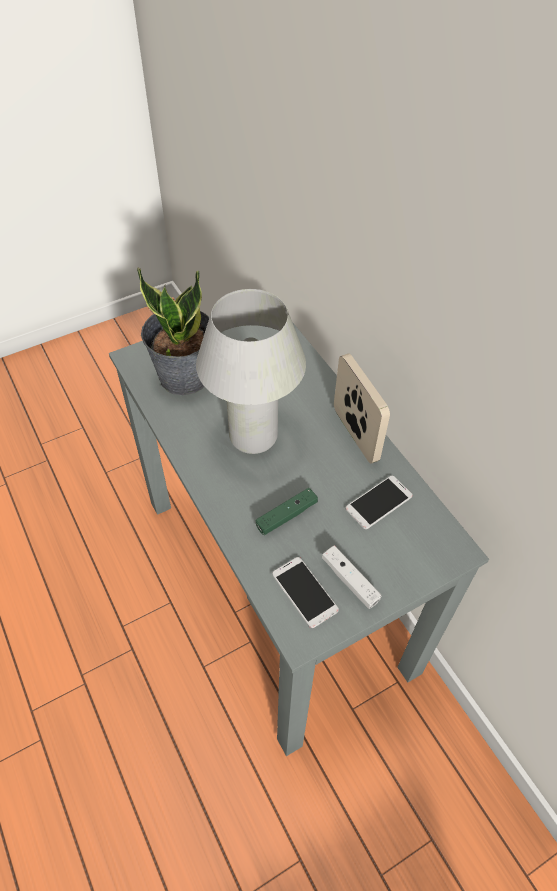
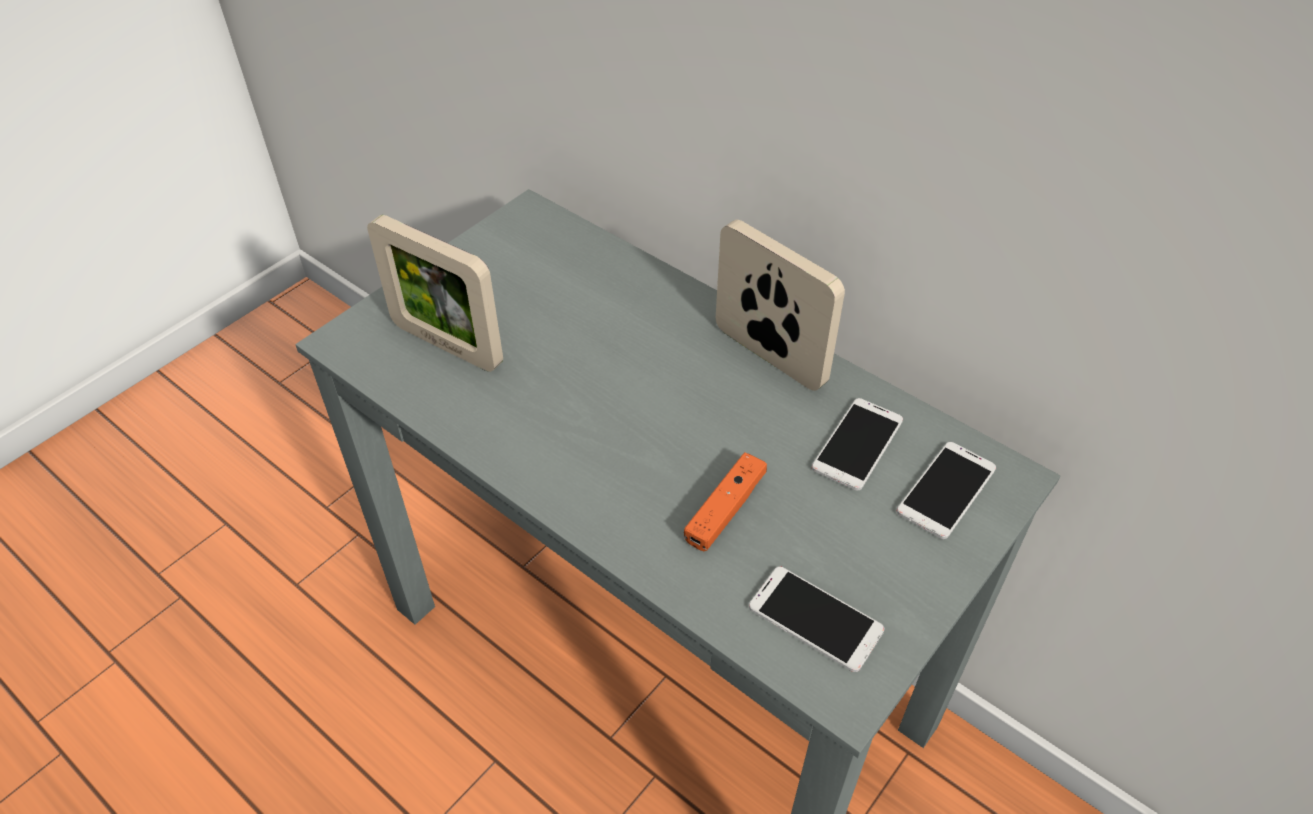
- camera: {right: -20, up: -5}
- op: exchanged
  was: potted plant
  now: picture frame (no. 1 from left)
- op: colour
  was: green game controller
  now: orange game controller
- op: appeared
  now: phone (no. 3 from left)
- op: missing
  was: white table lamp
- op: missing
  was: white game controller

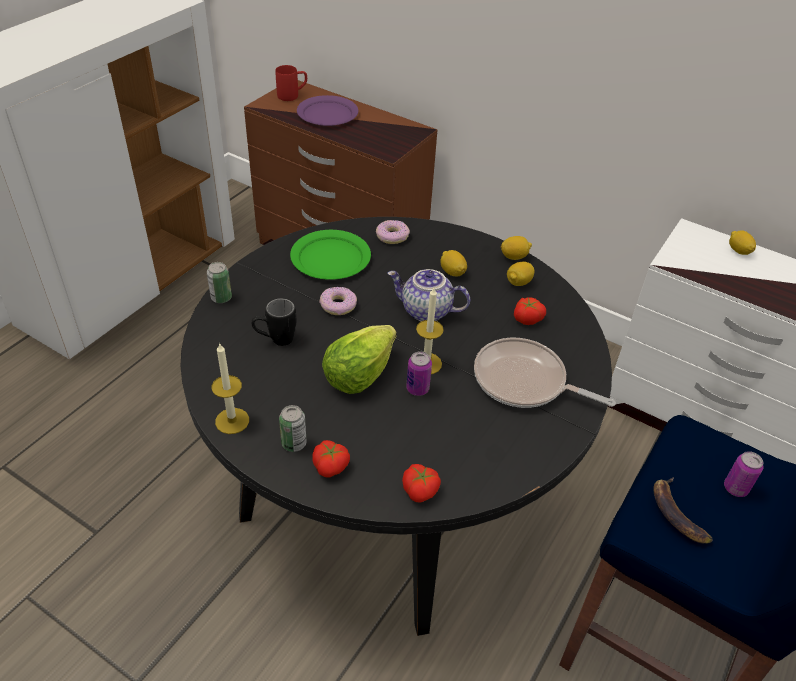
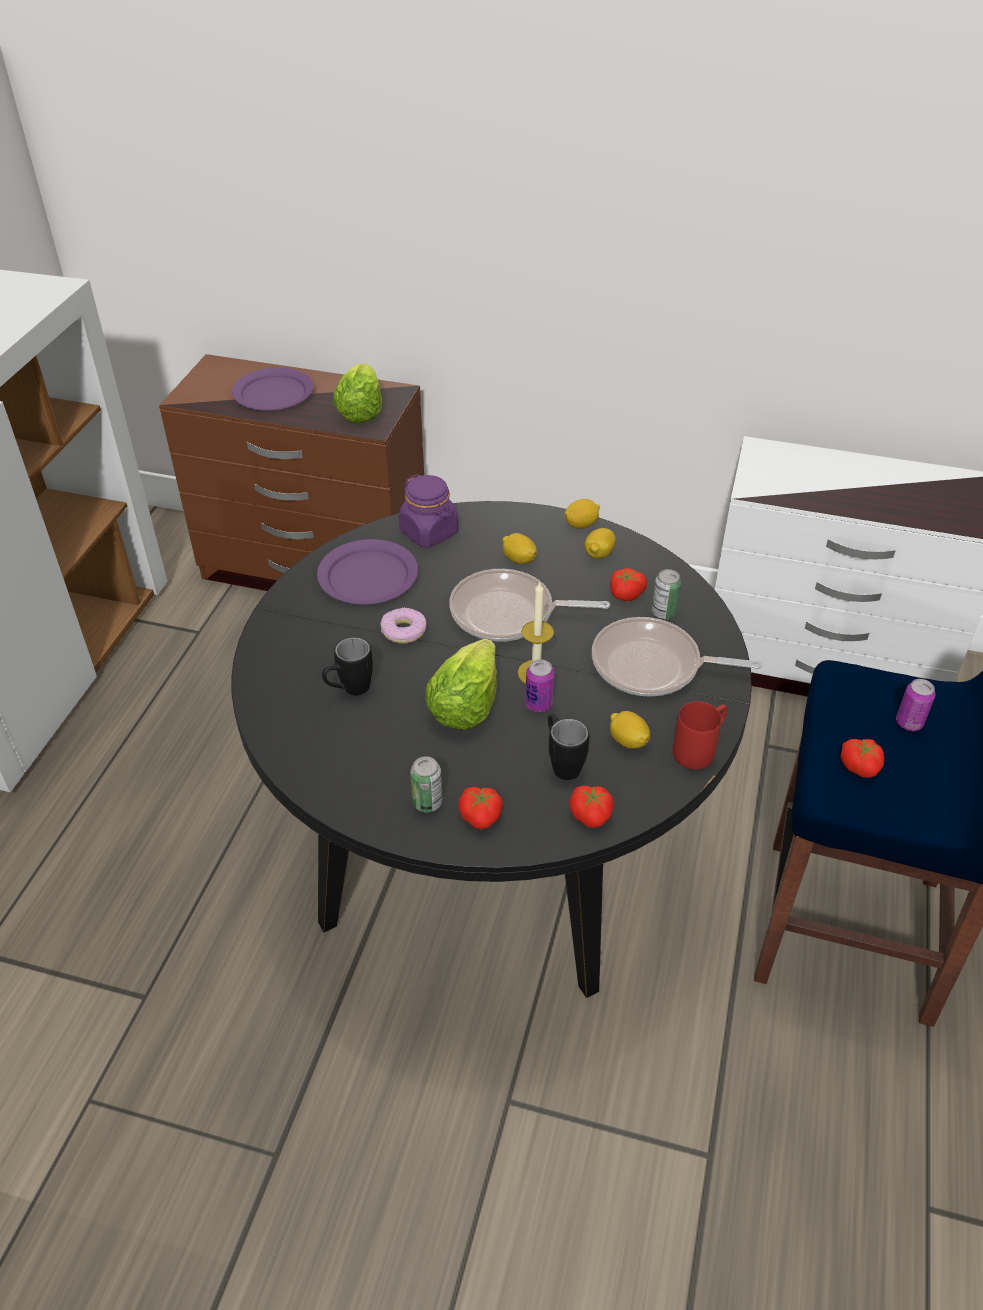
- camera: {right: -15, up: 0}
- op: colour
  was: green plate
  now: purple plate (no. 2 from left)
- op: appeared
  now: lettuce (no. 1 from left)
- op: exchanged
  was: donut (no. 2 from left)
  now: purple jar
- op: exchanged
  was: teapot
  now: frying pan (no. 1 from left)
- op: appeared
  now: black mug (no. 2 from left)
- op: relocated
  was: lemon (no. 4 from left)
- op: relocated
  was: can (no. 1 from left in the first image)
  now: can (no. 3 from left)
- op: relocated
  was: red mug
- op: exchanged
  was: banana
  now: tomato (no. 4 from left)
- op: missing
  was: candle (no. 1 from left)

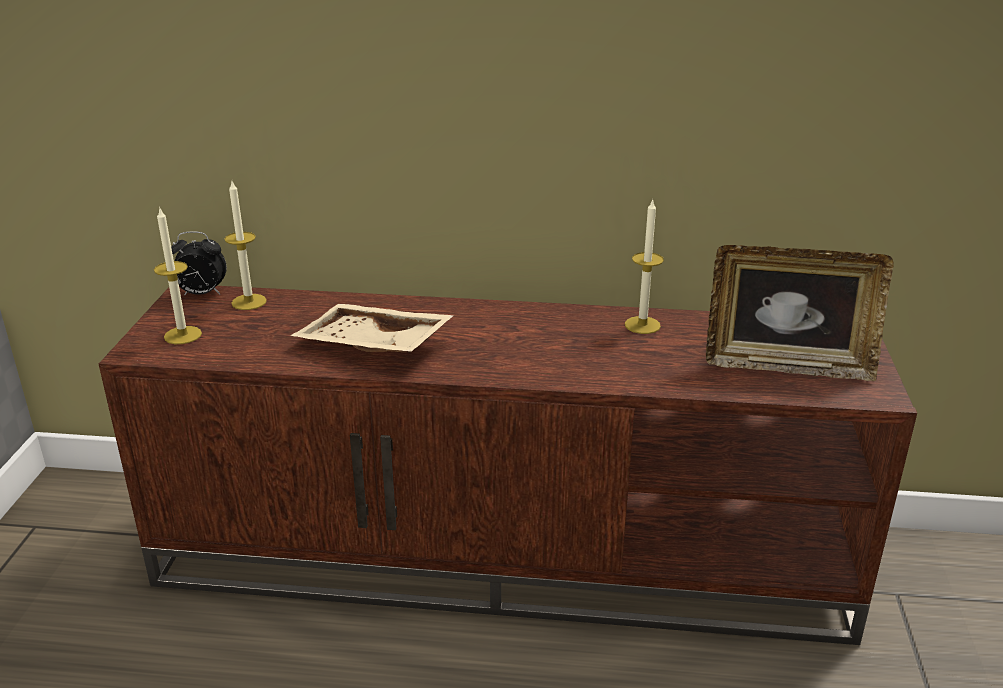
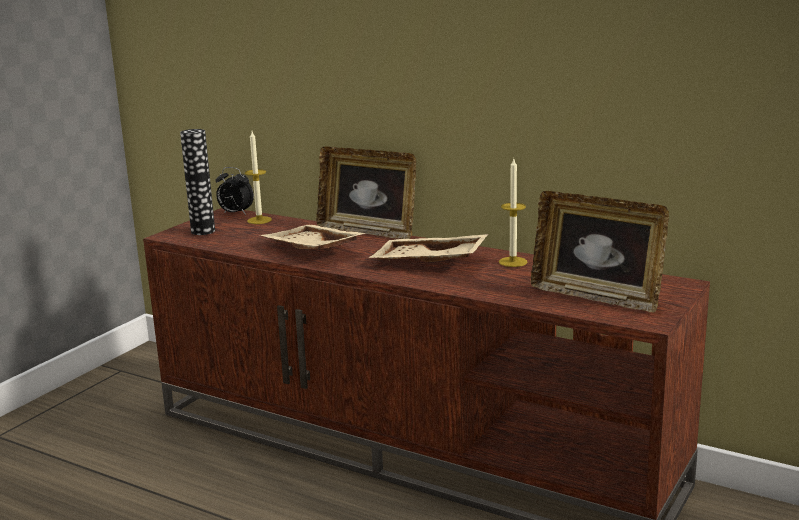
- camera: {right: 25, up: -10}
- op: exchanged
  was: candle (no. 1 from left)
  now: vase
- op: appeared
  now: picture frame (no. 1 from left)
- op: appeared
  now: beige tray (no. 2 from left)

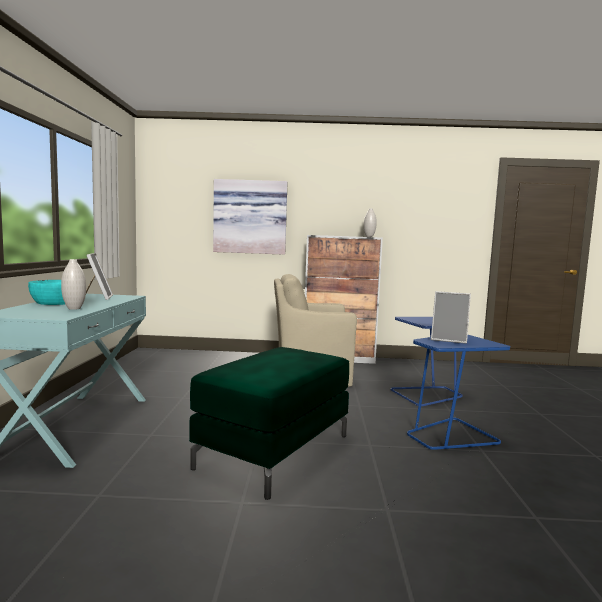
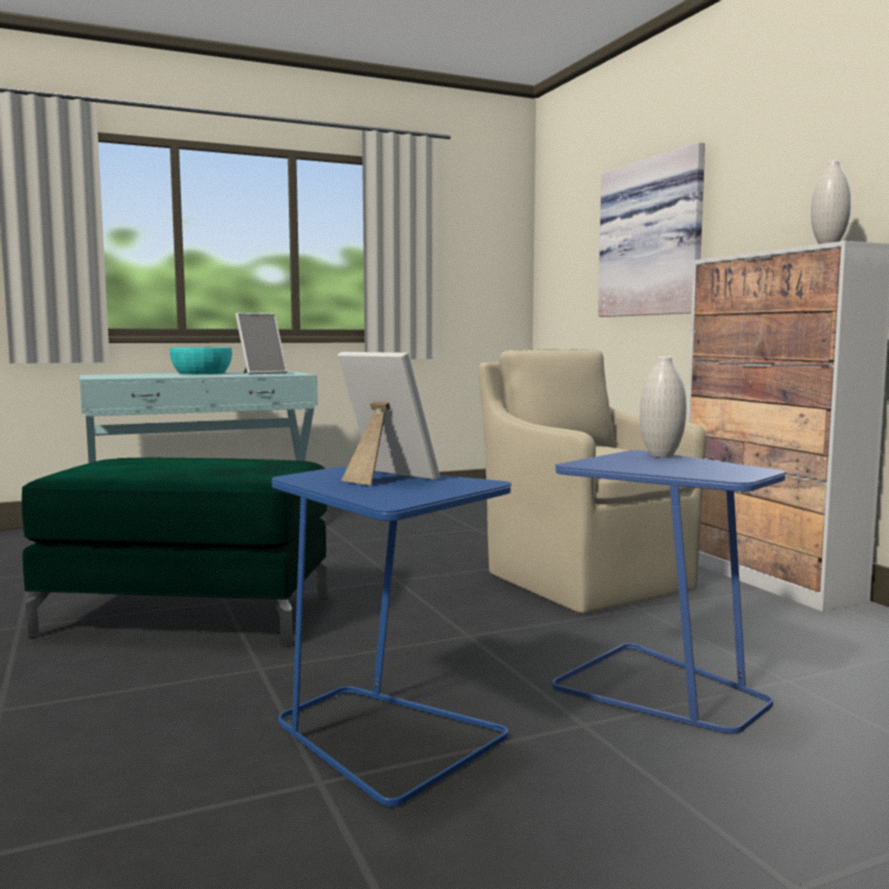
- camera: {right: 65, up: 0}
- op: spun
  was: picture frame (no. 2 from left)
  clockwise: 135
- op: relocated
  was: white vase (no. 1 from left)

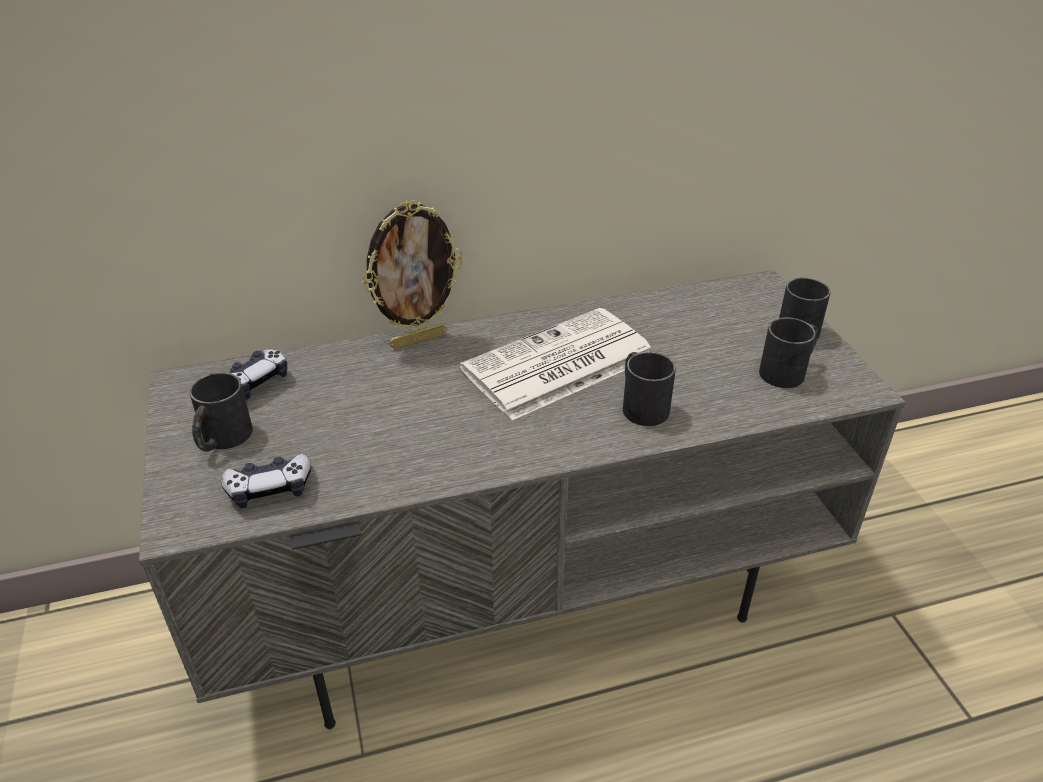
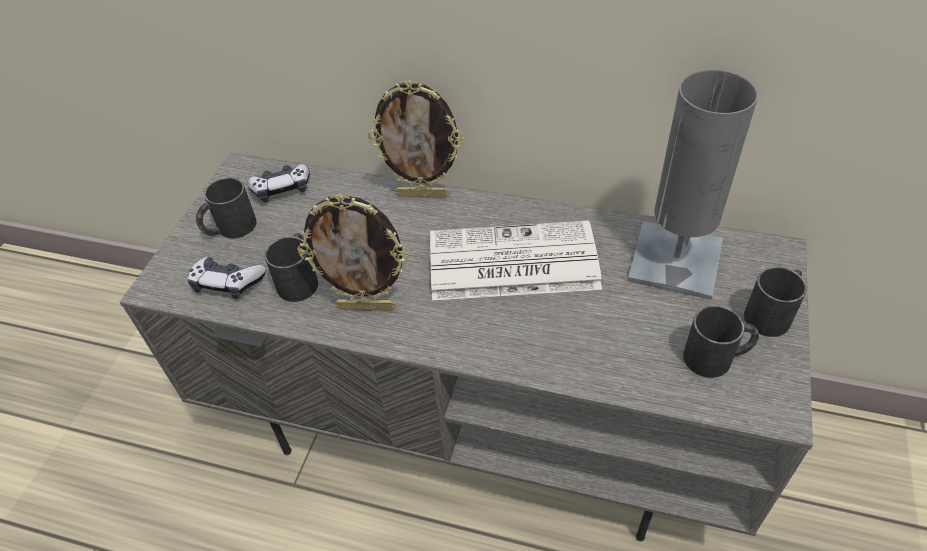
- camera: {right: 35, up: 10}
- op: relocated
  was: black mug (no. 2 from left)
- op: appeared
  now: picture frame (no. 1 from left)
- op: appeared
  now: grey table lamp

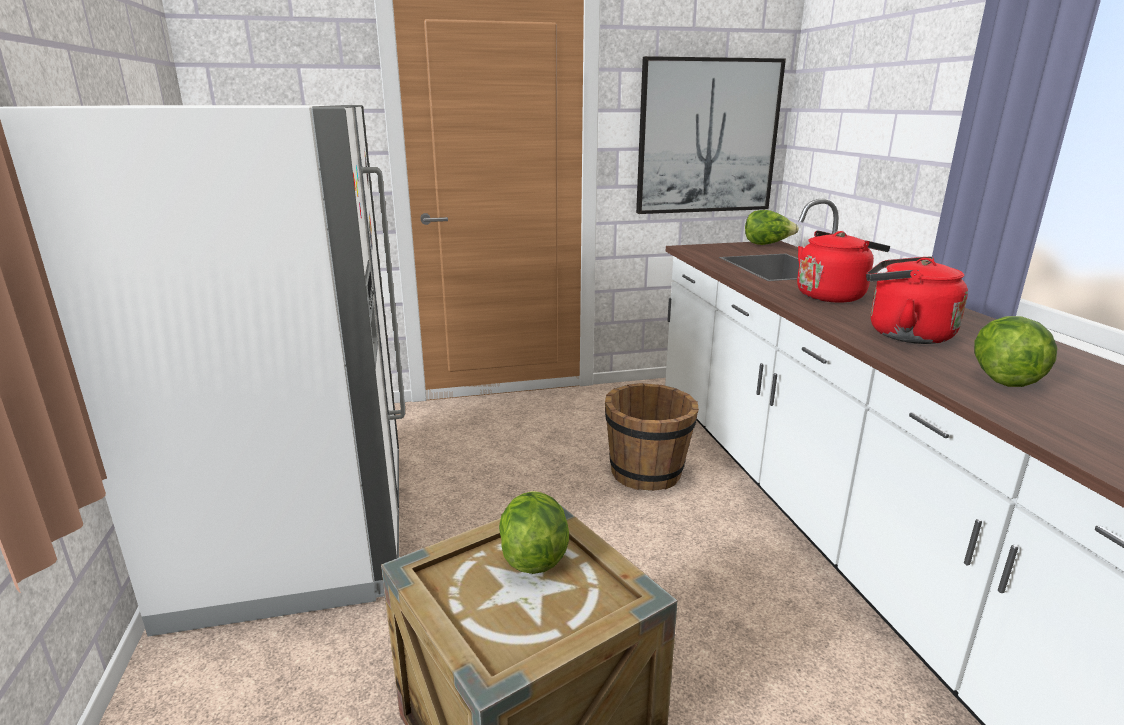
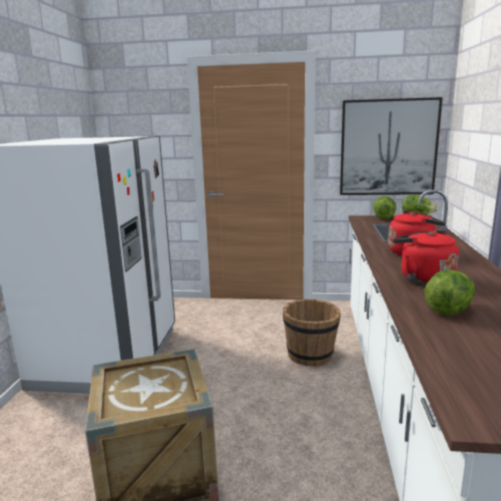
- camera: {right: 20, up: -5}
- op: relocated
  was: lettuce (no. 1 from left)

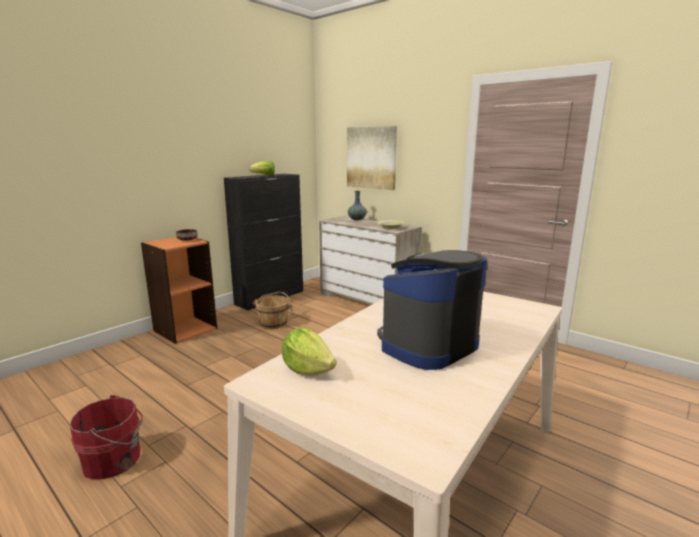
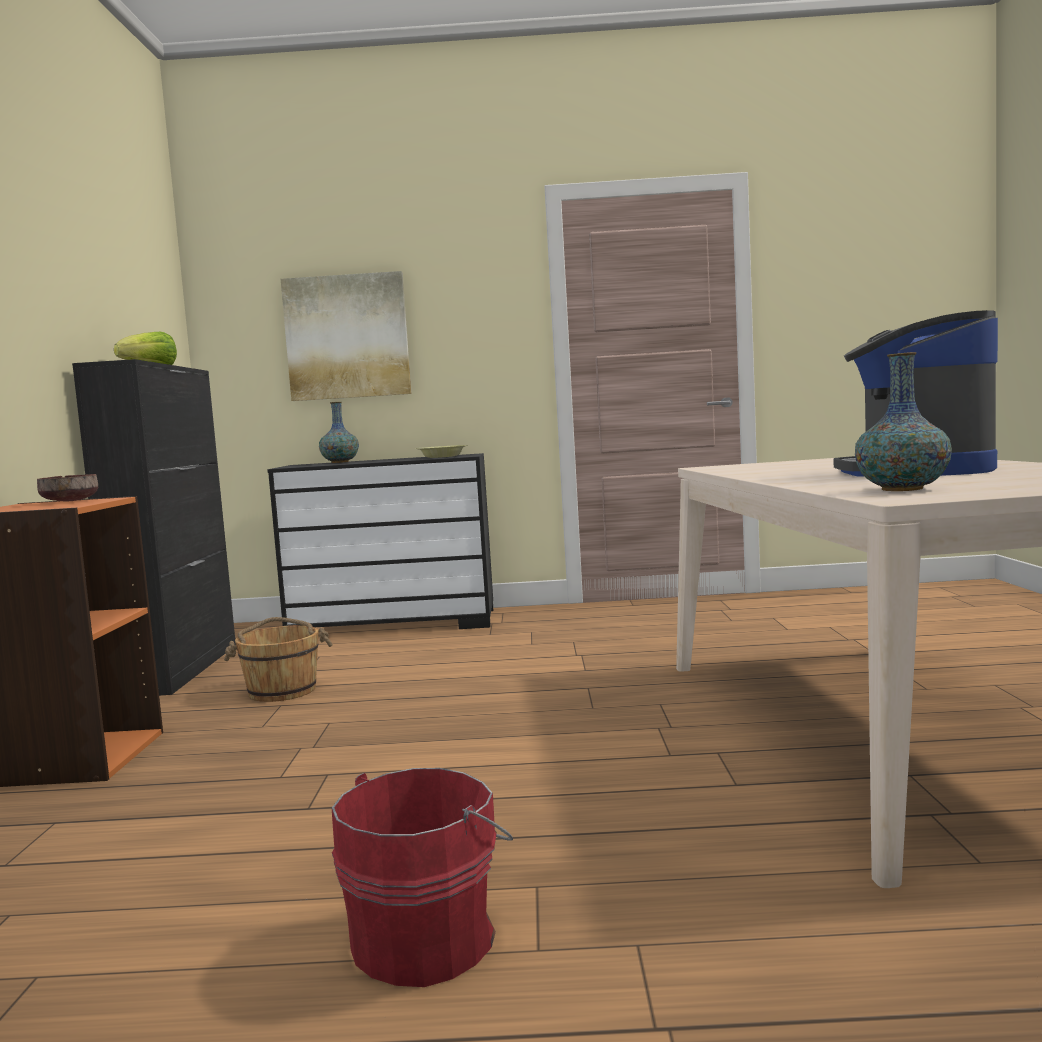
- camera: {right: -40, up: -10}
- op: colour
  was: beige dresser
  now: black dresser
- op: exchanged
  was: lettuce (no. 2 from left)
  now: vase (no. 2 from left)

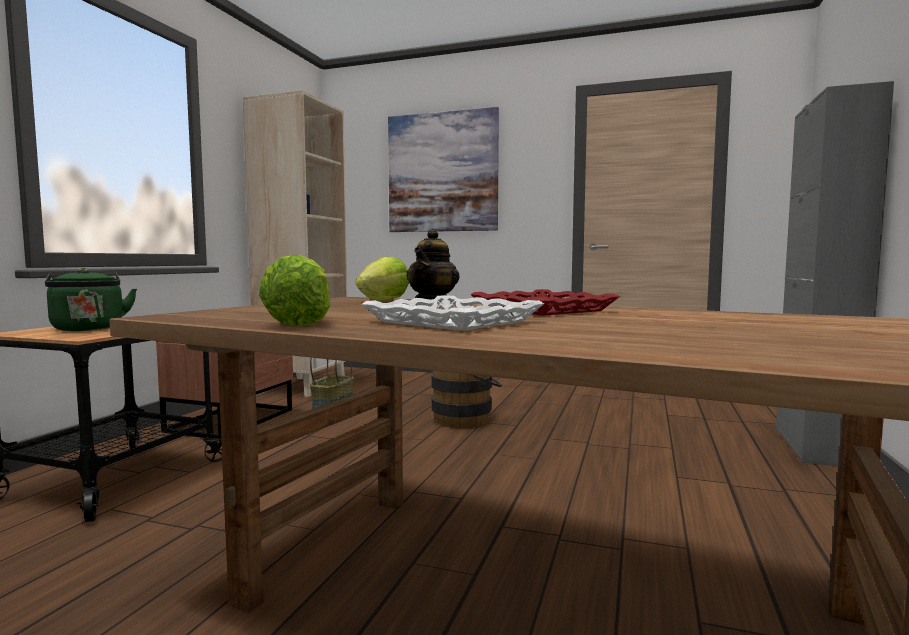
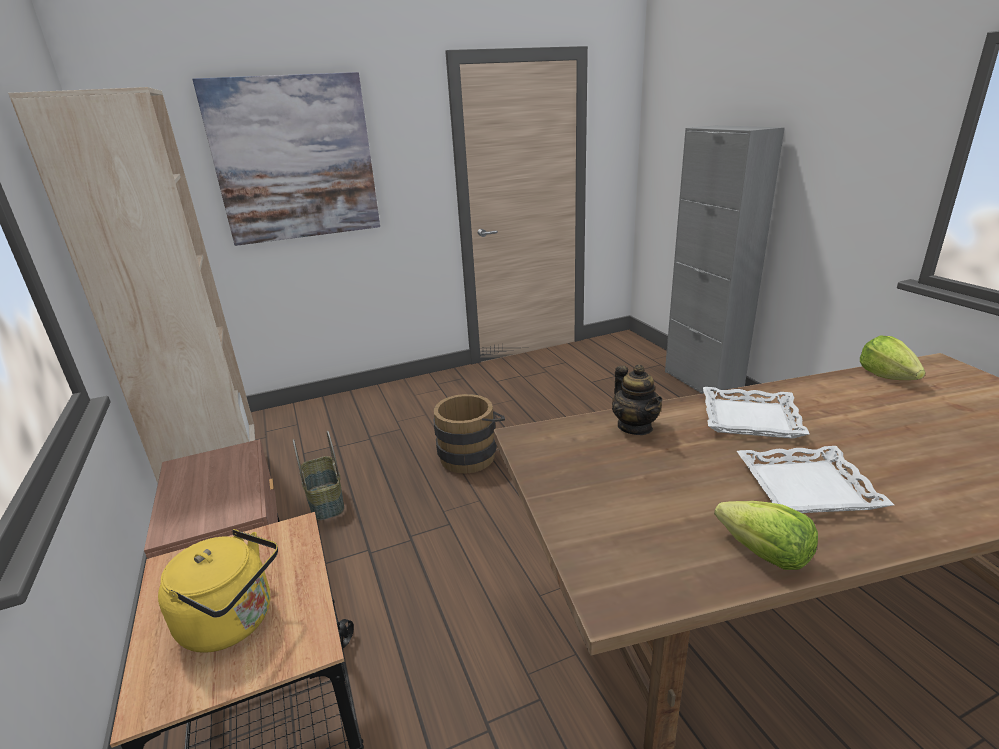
- camera: {right: -40, up: 20}
- op: colour
  was: green kettle
  now: yellow kettle
- op: colour
  was: red tray
  now: white tray (no. 1 from left)
- op: relocated
  was: lettuce (no. 2 from left)

